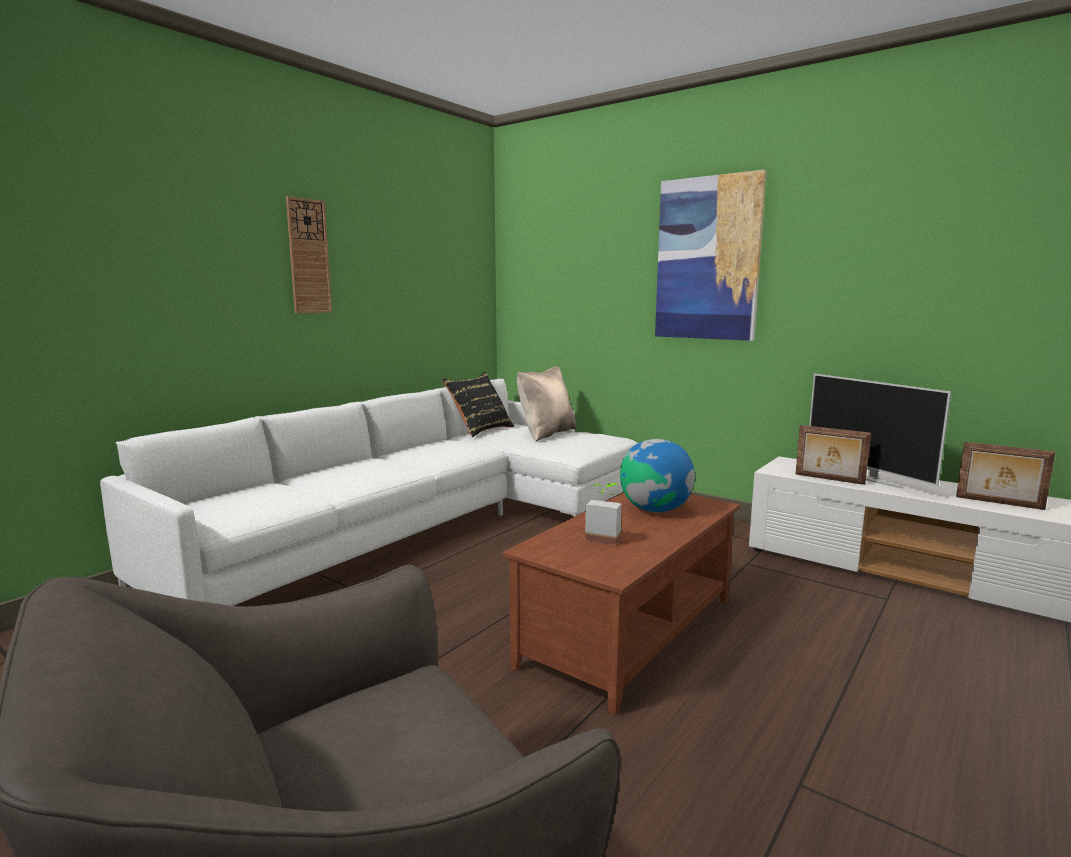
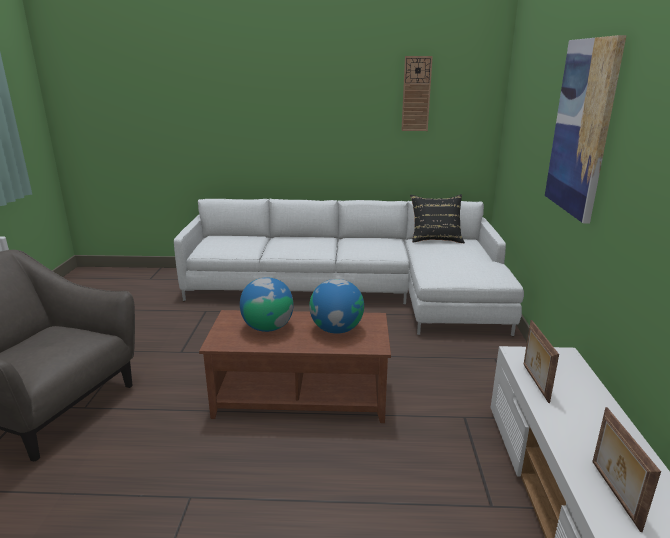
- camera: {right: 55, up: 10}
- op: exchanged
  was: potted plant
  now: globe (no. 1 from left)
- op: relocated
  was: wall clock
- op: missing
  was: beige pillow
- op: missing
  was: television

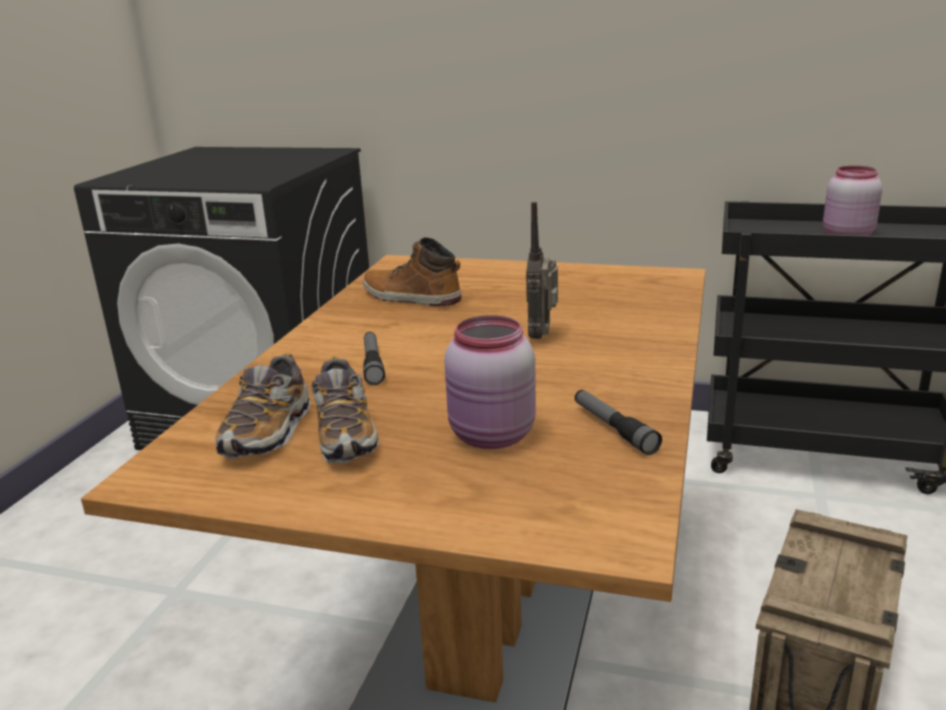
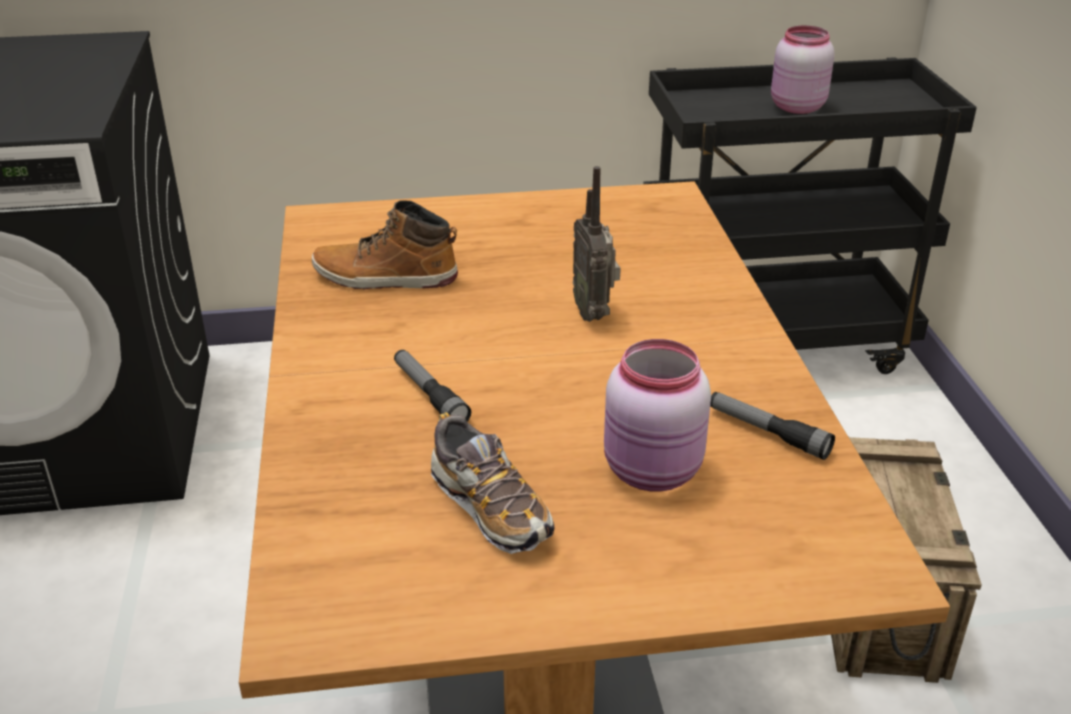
- camera: {right: -25, up: 10}
- op: missing
  was: shoe (no. 1 from left)

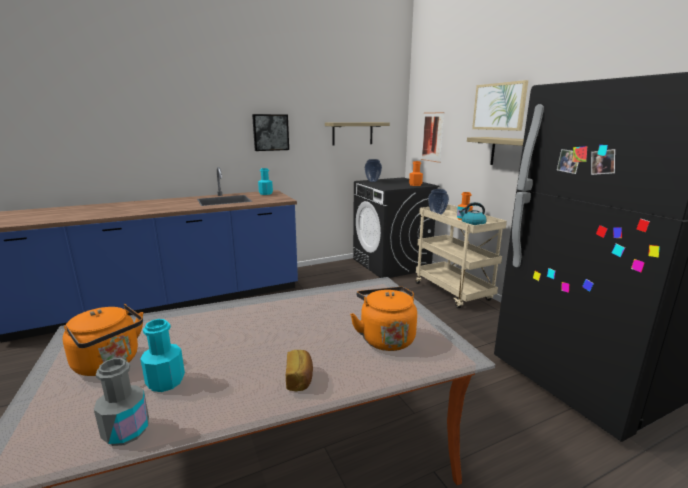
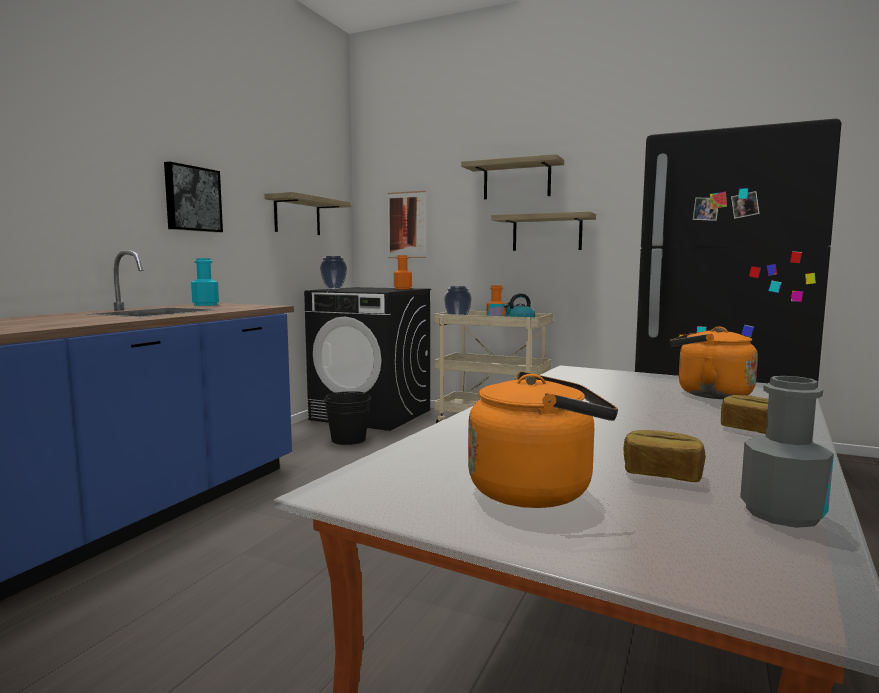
- camera: {right: -40, up: -10}
- op: appeared
  now: black bucket
- op: exchanged
  was: picture (no. 3 from left)
  now: shelf (no. 2 from left)
- op: exchanged
  was: turquoise bottle (no. 1 from left)
  now: bread (no. 1 from left)

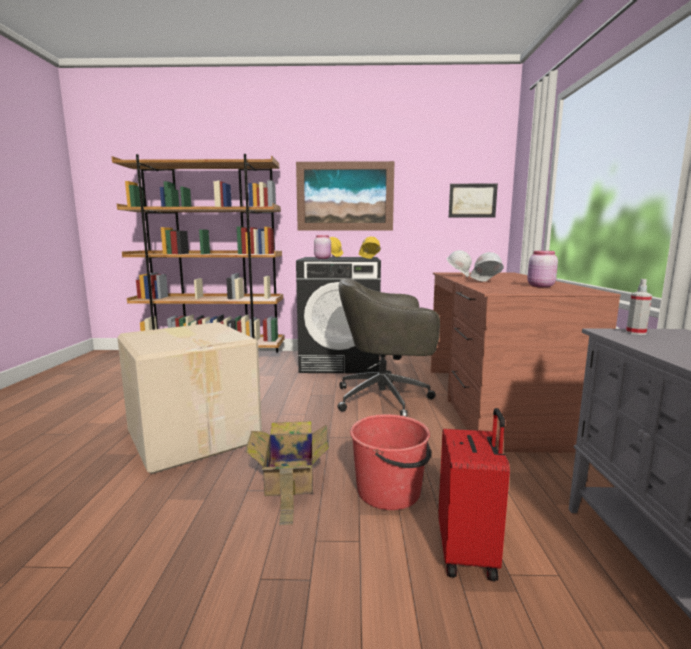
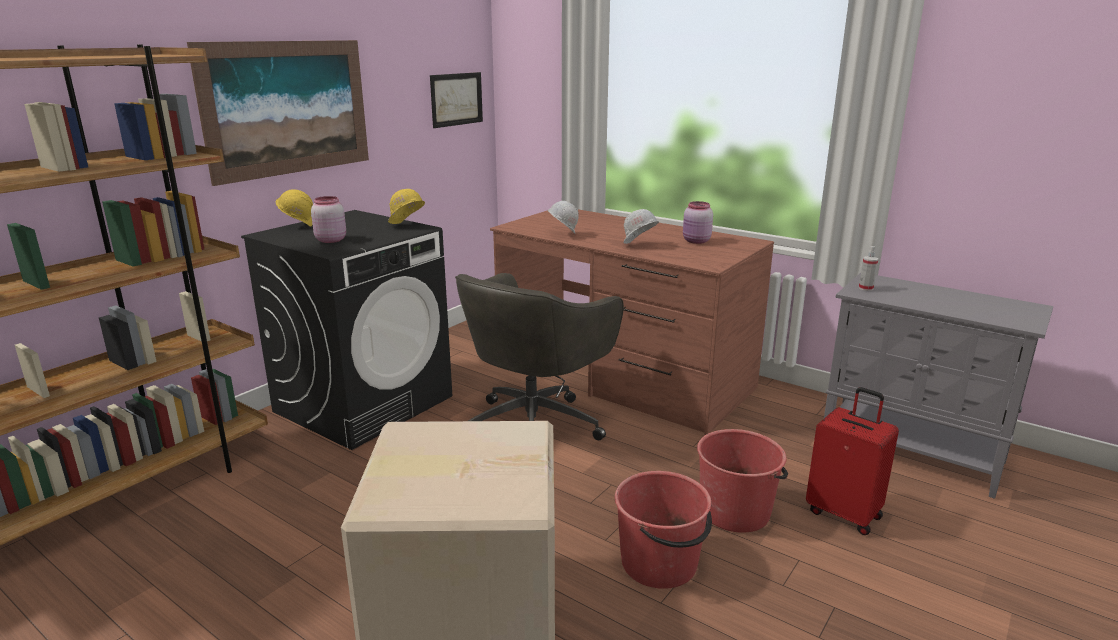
- camera: {right: -55, up: 10}
- op: exchanged
  was: cardboard box (no. 2 from left)
  now: red bucket (no. 1 from left)

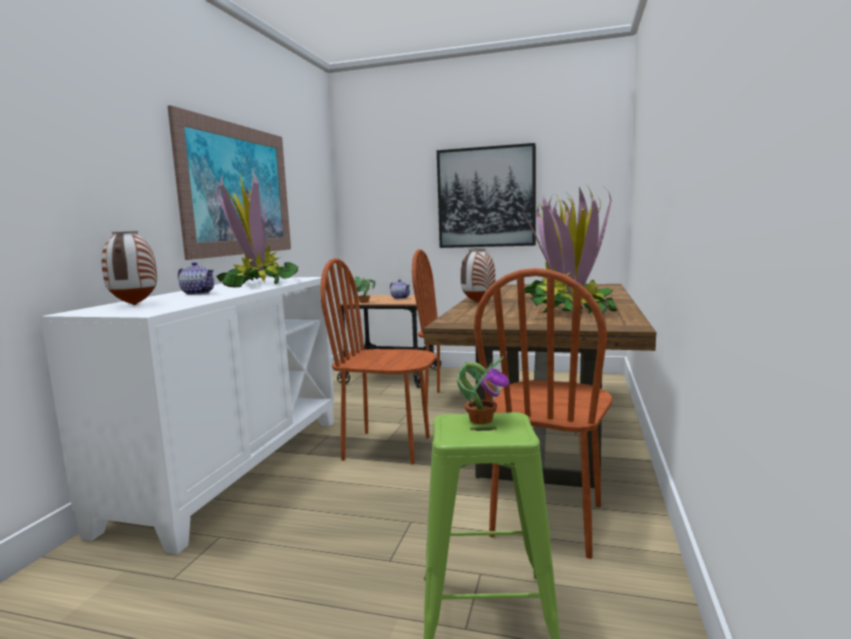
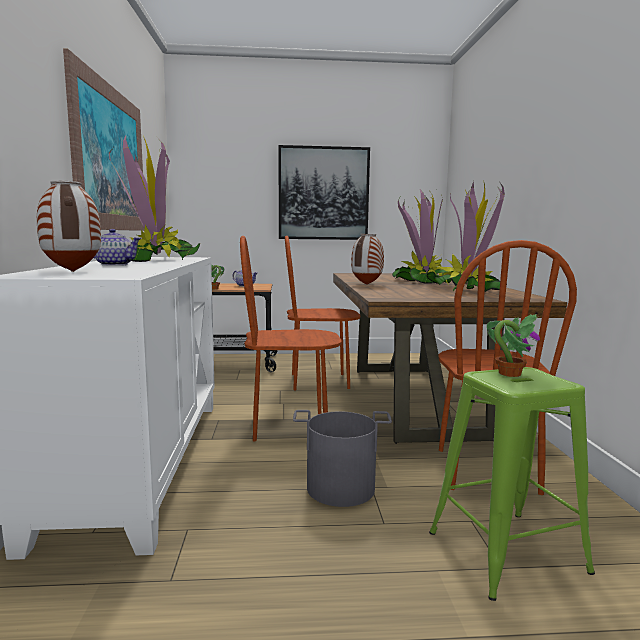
- camera: {right: -20, up: 0}
- op: appeared
  now: grey bucket

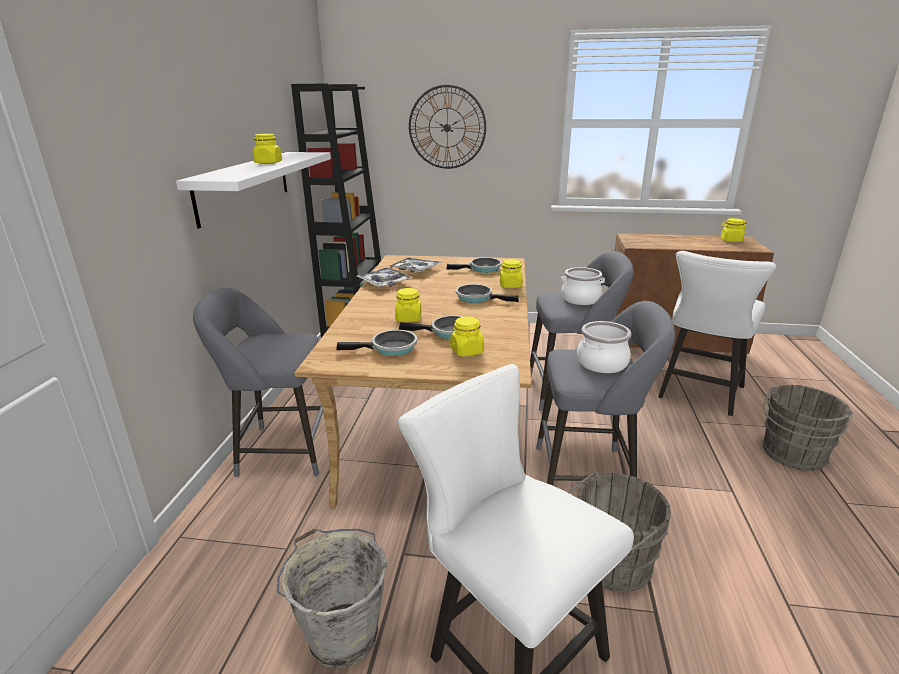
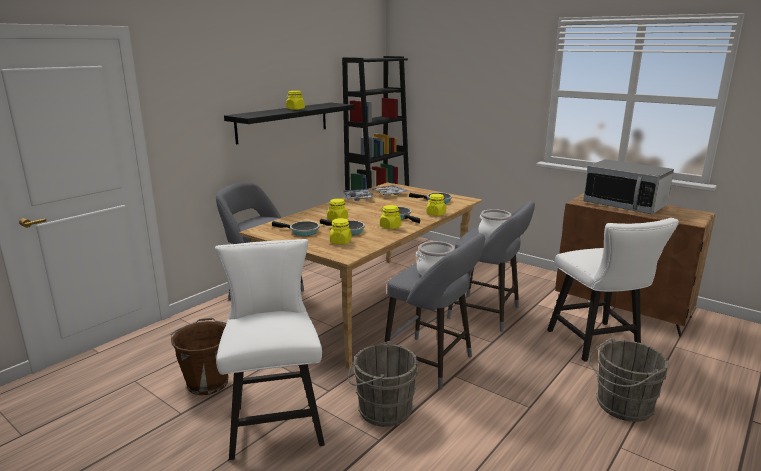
- camera: {right: 30, up: -5}
- op: colour
  was: grey bucket (no. 1 from left)
  now: brown bucket
- op: colour
  was: white shelf
  now: black shelf
- op: relocated
  was: yellow jar (no. 5 from left in the first image)
  now: yellow jar (no. 4 from left)
- op: spun
  was: white chair (no. 2 from left)
  clockwise: -75
- op: appeared
  now: microwave
- op: missing
  was: wall clock

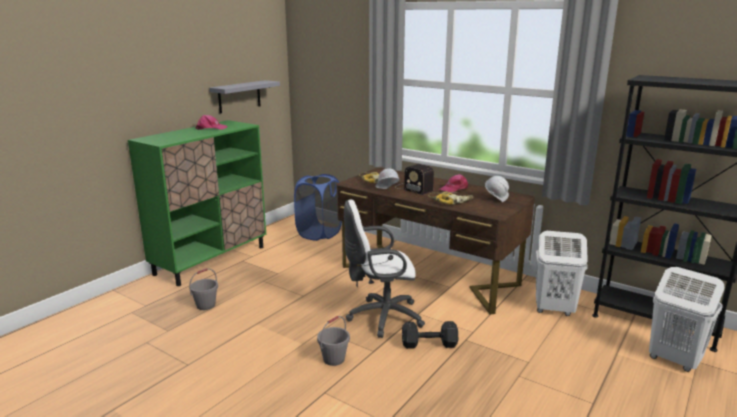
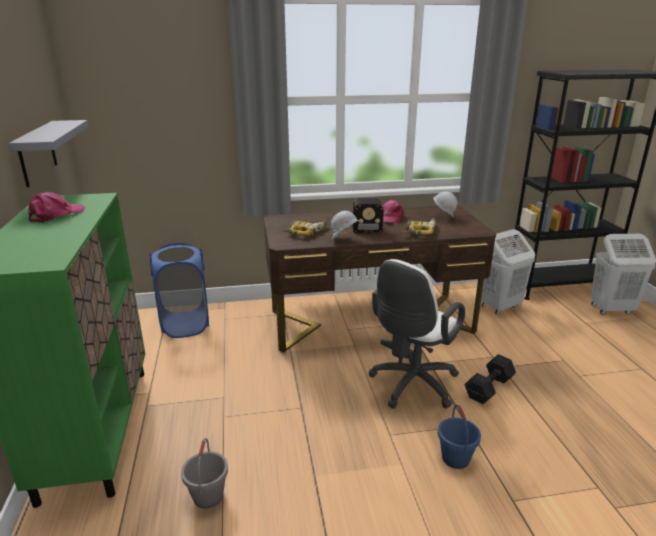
- camera: {right: -45, up: 5}
- op: colour
  was: grey bucket (no. 2 from left)
  now: blue bucket

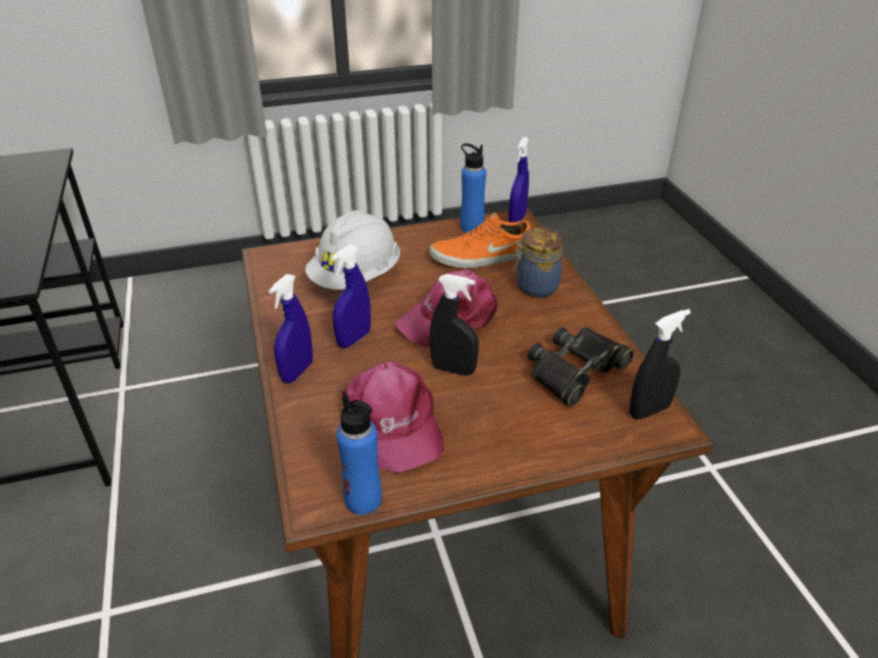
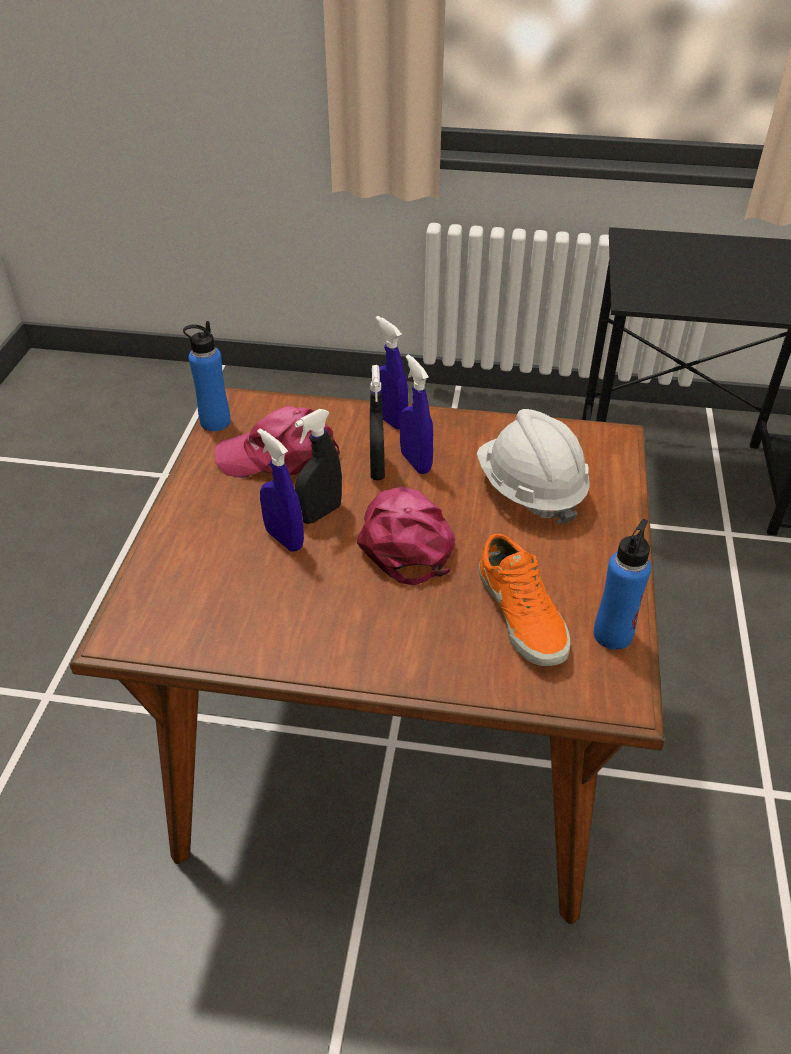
- camera: {right: 115, up: 5}
- op: relocated
  was: blue spray bottle (no. 3 from left in the first image)
  now: blue spray bottle (no. 1 from left)
- op: relocated
  was: black spray bottle (no. 2 from left)
- op: spun
  was: orange shoe
  clockwise: 150
- op: missing
  was: jar
- op: missing
  was: black binoculars

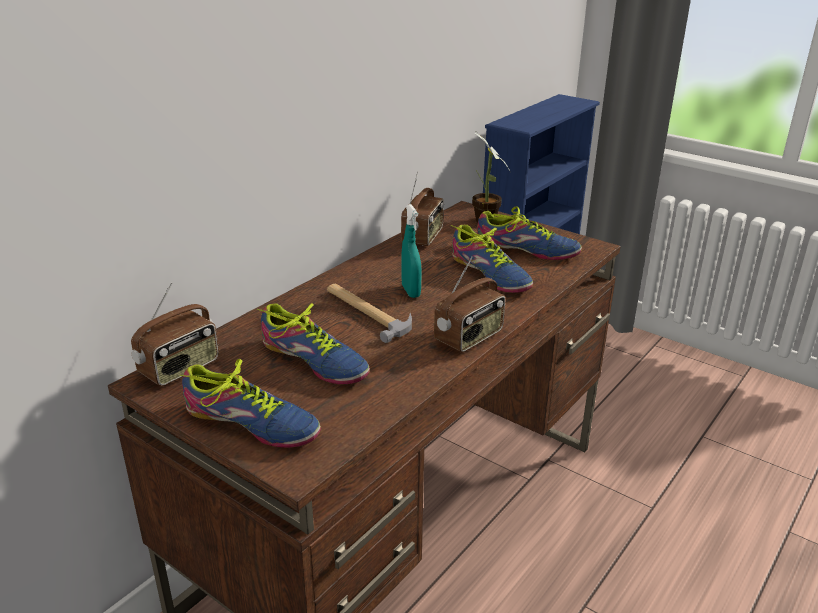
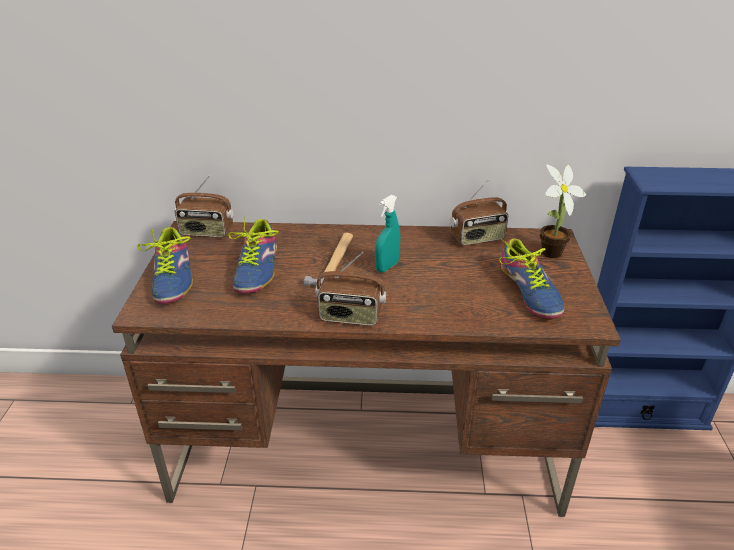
- camera: {right: 55, up: 5}
- op: missing
  was: shoe (no. 3 from left)

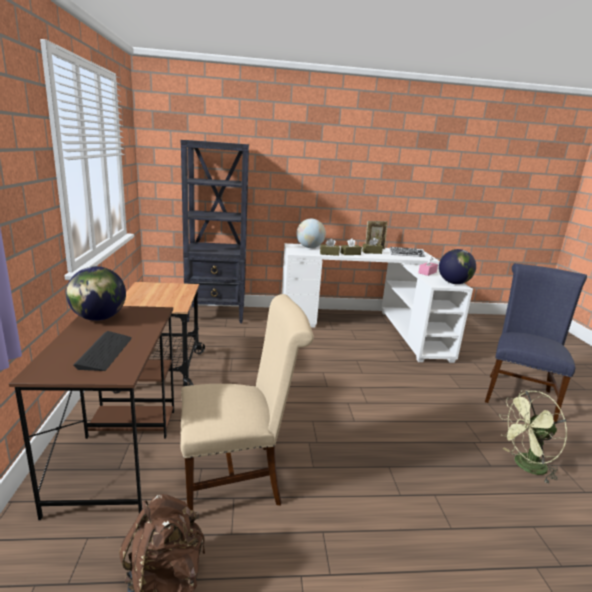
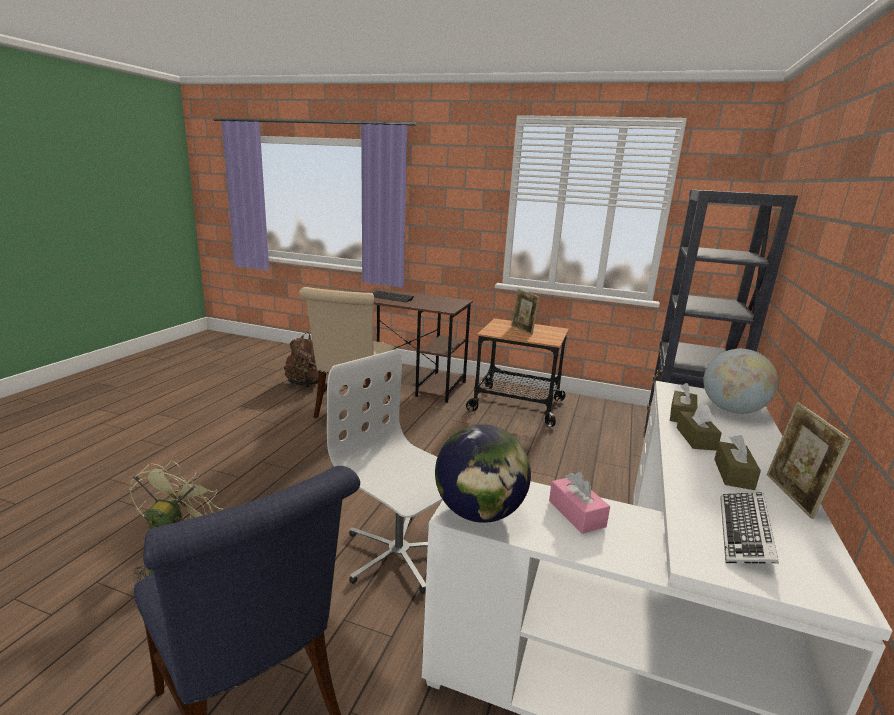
- camera: {right: 115, up: 0}
- op: appeared
  now: white office chair
- op: appeared
  now: picture frame (no. 1 from left)
- op: missing
  was: globe (no. 1 from left)

